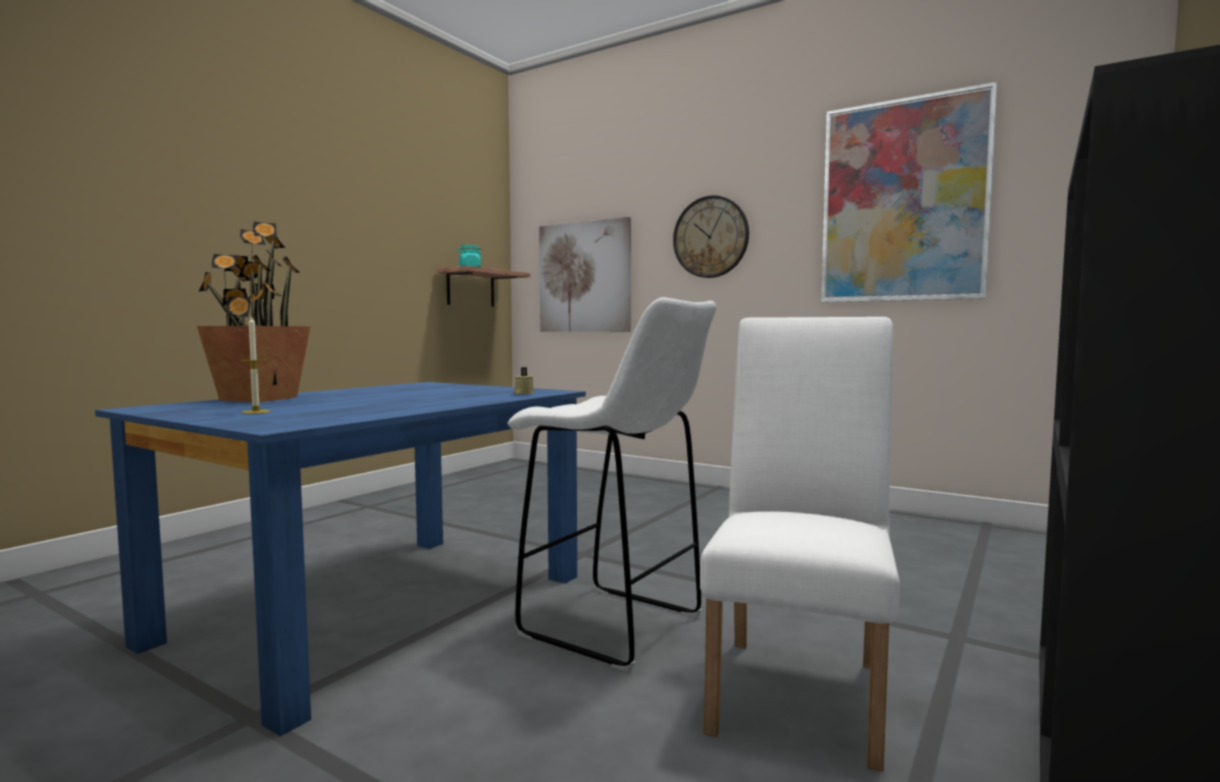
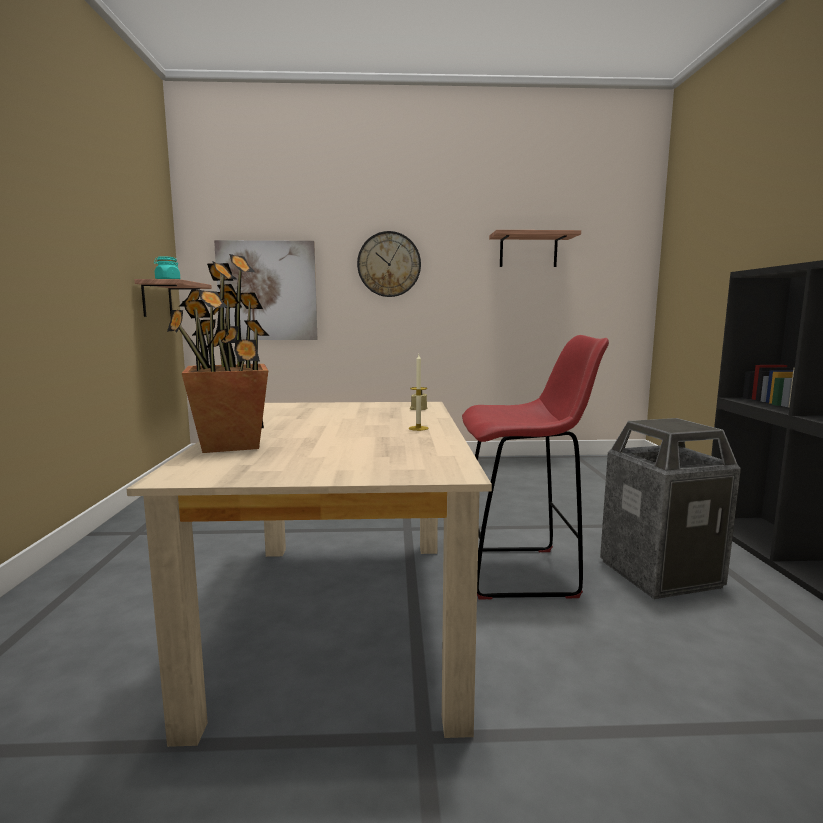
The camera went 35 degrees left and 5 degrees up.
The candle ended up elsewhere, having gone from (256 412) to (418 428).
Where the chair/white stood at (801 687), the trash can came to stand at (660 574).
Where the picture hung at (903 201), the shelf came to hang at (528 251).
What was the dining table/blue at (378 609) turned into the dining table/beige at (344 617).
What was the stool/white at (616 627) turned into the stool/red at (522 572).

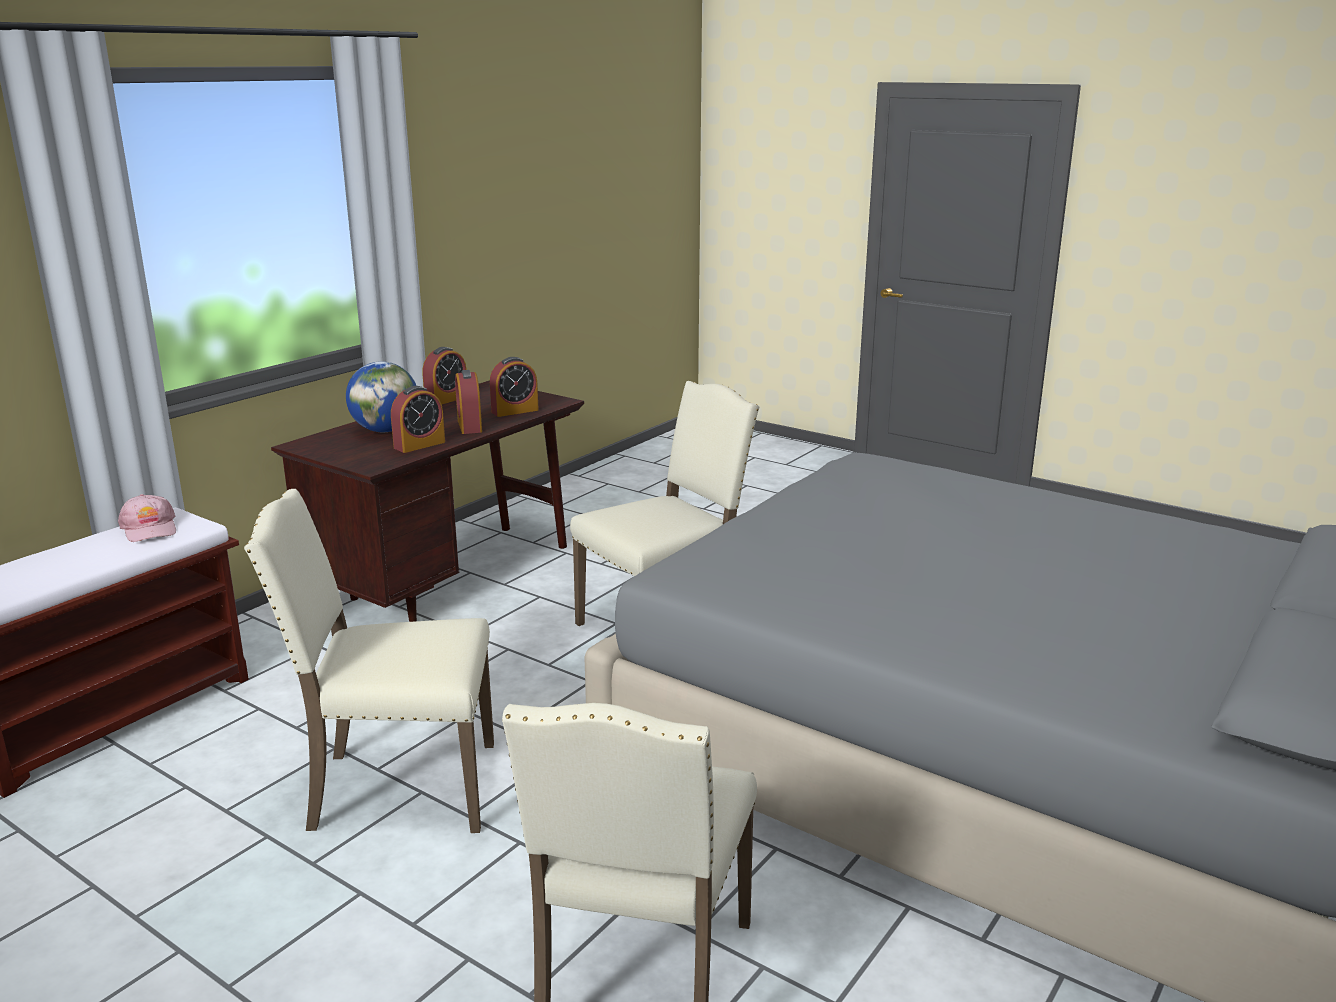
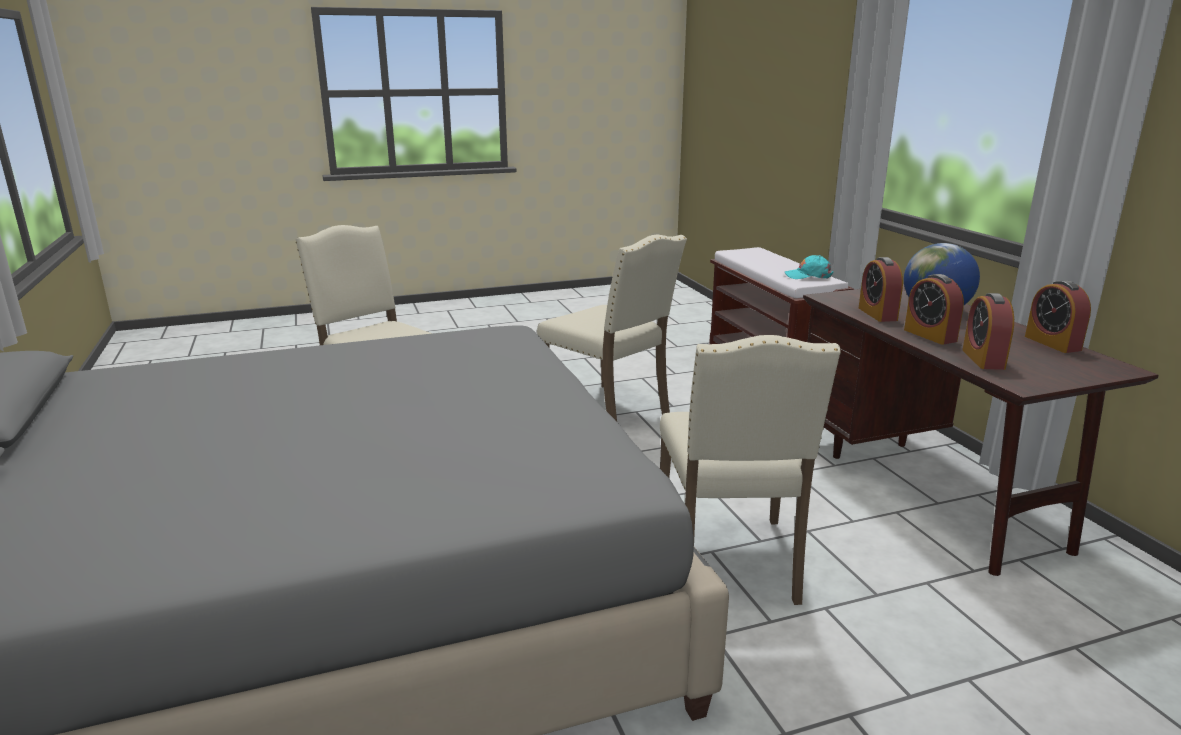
The camera went 125 degrees right and 0 degrees up.
What was the cap/pink at (149 528) turned into the cap/turquoise at (808 276).
The chair/beige at (399 788) ended up facing another way, 105 degrees clockwise from before.
The alarm clock at (469 426) ended up facing another way, 135 degrees counterclockwise from before.

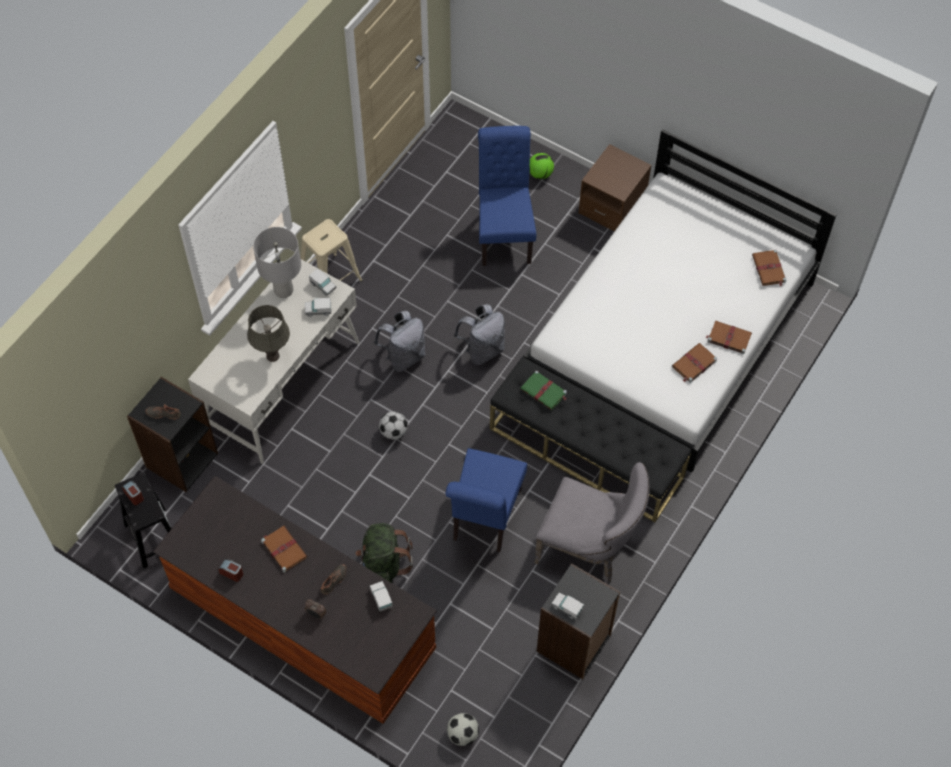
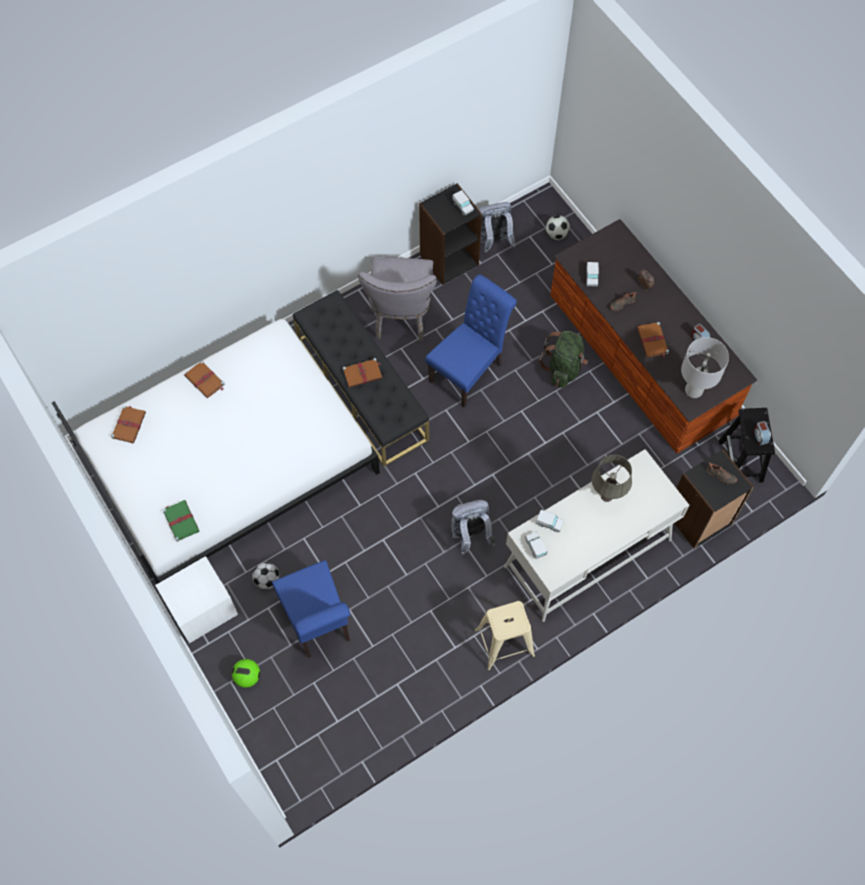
The camera went 155 degrees left and 5 degrees up.
The table lamp/grey ended up elsewhere, having gone from (283 290) to (694 391).
The football ended up elsewhere, having gone from (394 432) to (267 580).
The backpack/grey ended up elsewhere, having gone from (482 350) to (493 241).
The book/green ended up elsewhere, having gone from (544 392) to (180 520).
The book/brown ended up elsewhere, having gone from (693 364) to (363 373).
What was the nightstand/brown at (612 206) turned into the nightstand/white at (202 609).
The chair/blue at (504 233) ended up facing another way, 45 degrees counterclockwise from before.
The chair/grey at (589 549) ended up facing another way, 135 degrees counterclockwise from before.

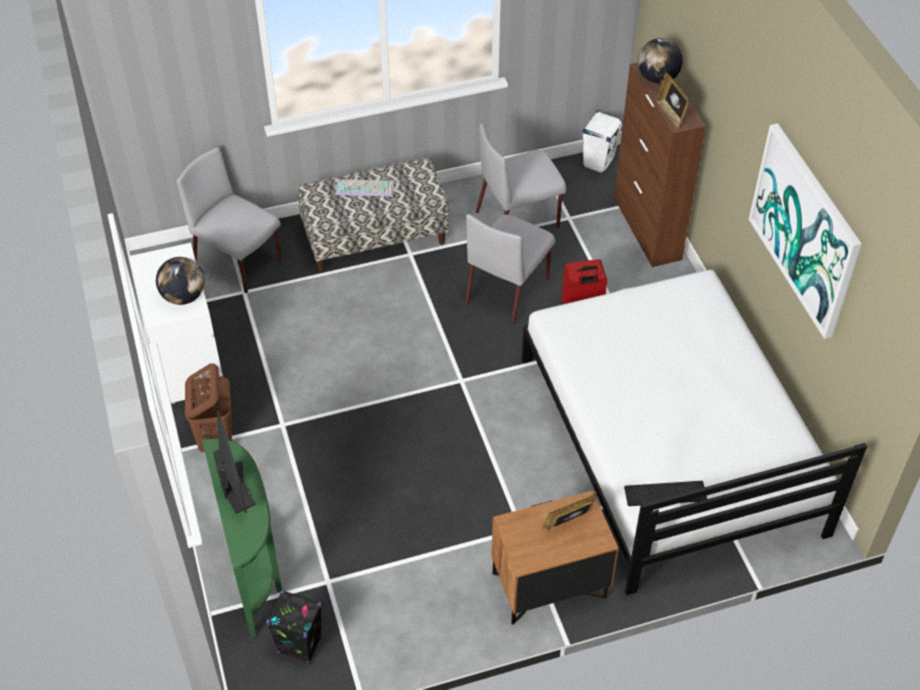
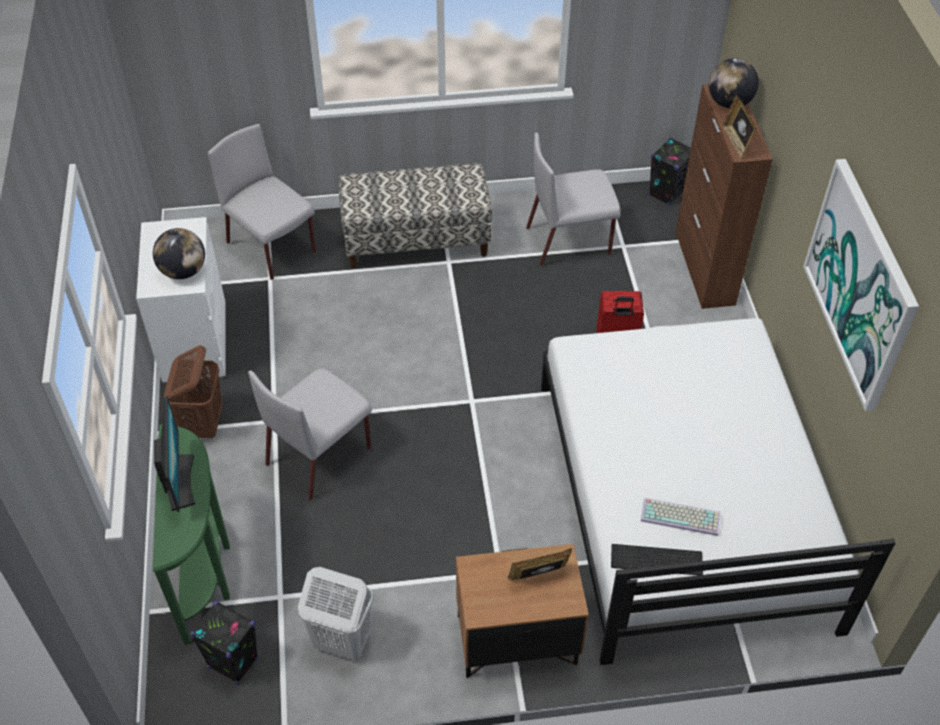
The camera went 10 degrees right and 0 degrees up.
The second view gained the laundry basket/white at (341 641).
The keyboard ended up elsewhere, having gone from (365 187) to (681 516).
The chair/grey ended up elsewhere, having gone from (508 290) to (320 454).
What was the speaker/white at (598 163) turned into the speaker/black at (666 193).

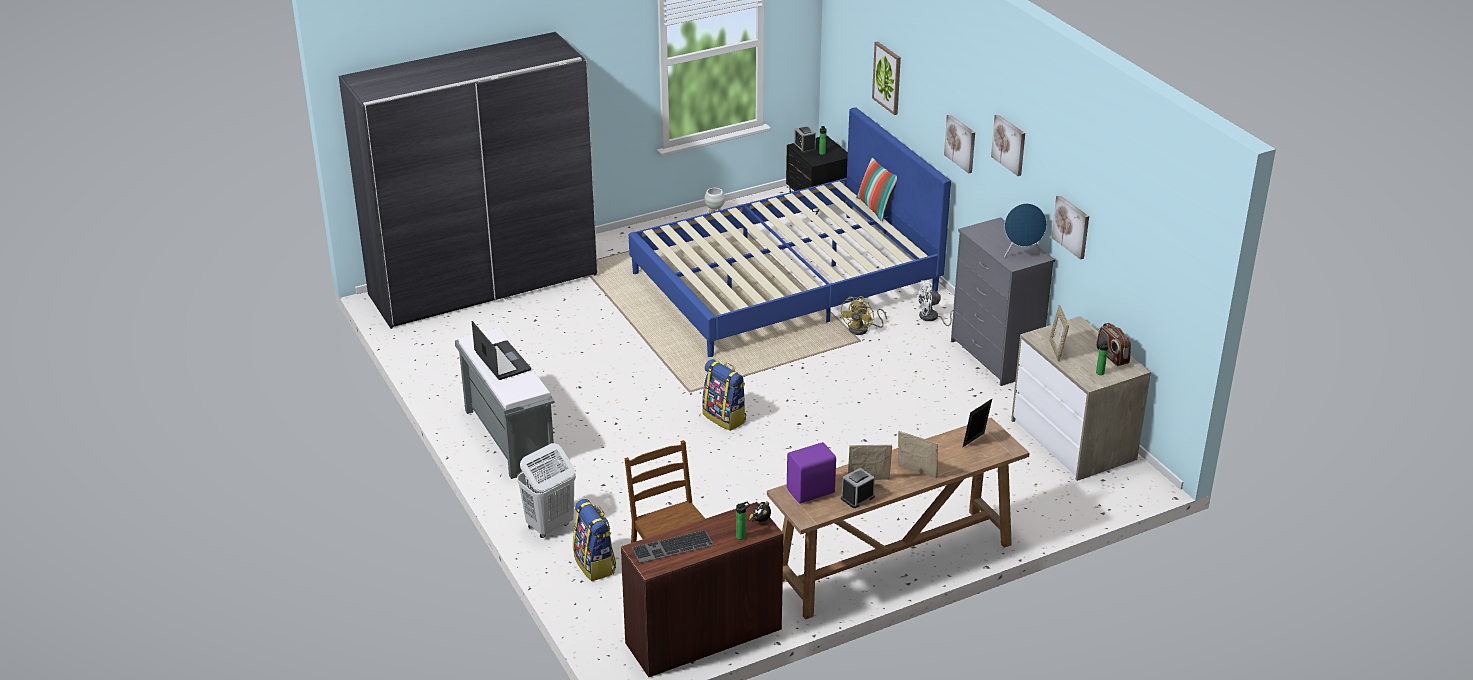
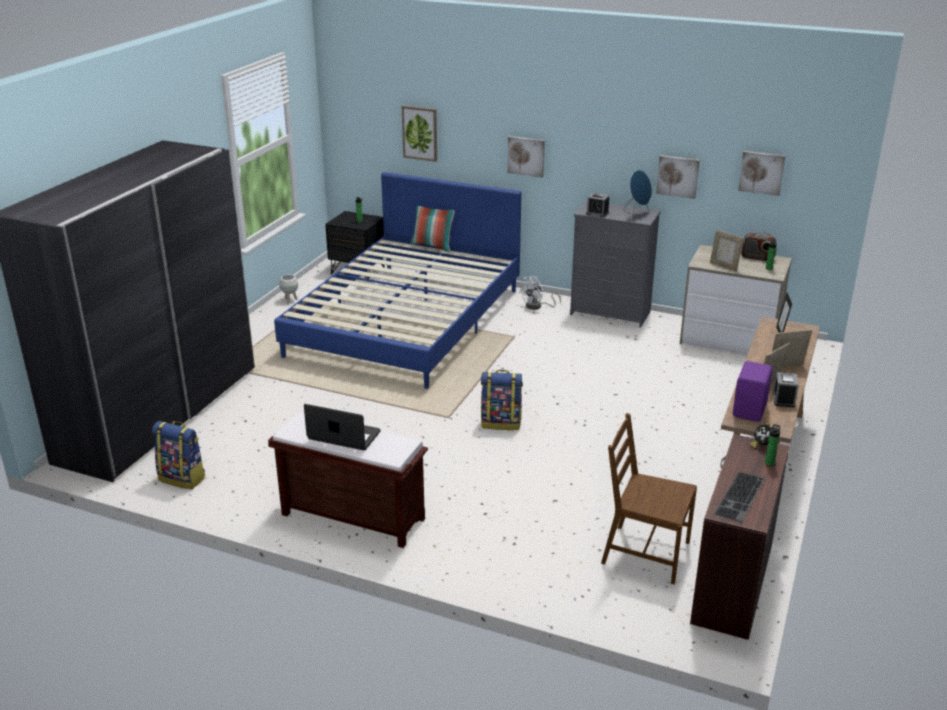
The camera went 40 degrees left and 5 degrees down.
The second view lost the laundry basket/white at (549 526).
The second view lost the fan/yellow at (862 329).
The backpack ended up elsewhere, having gone from (595 564) to (183 478).
The alarm clock ended up elsewhere, having gone from (804 147) to (597 213).
The picture ended up elsewhere, having gone from (1009 144) to (761 172).
What was the bench/grey at (508 437) turned into the bench/brown at (351 517).

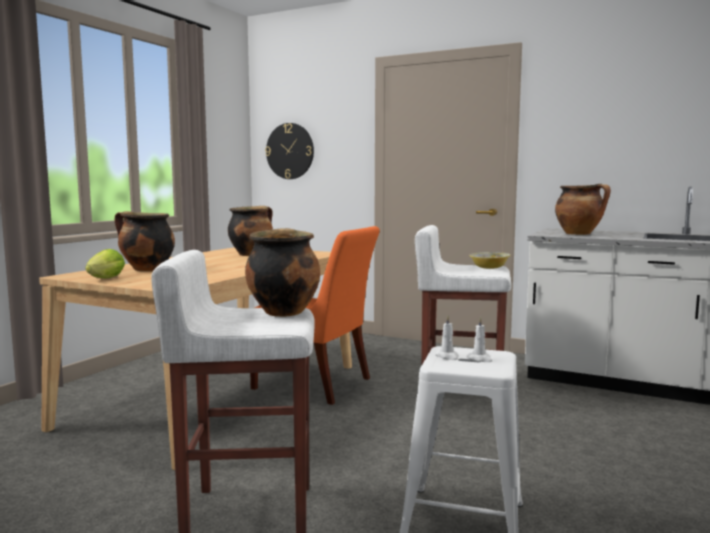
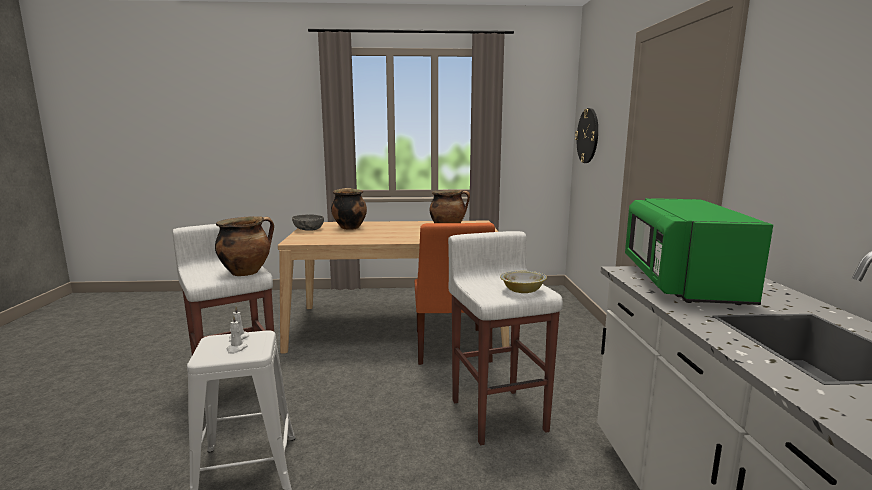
The camera went 60 degrees right and 5 degrees up.
Where the lettuce stood at (104 279), the bowl/grey came to stand at (308 229).
Where the cooking pot stood at (579 234), the microwave/green came to stand at (680 283).

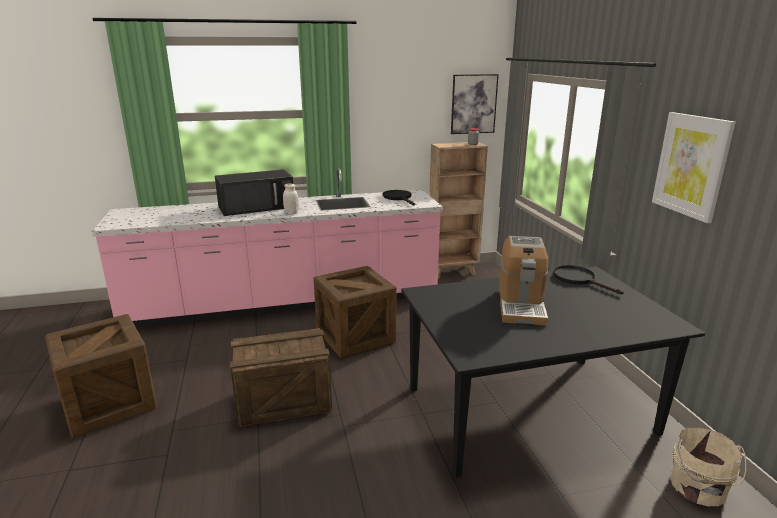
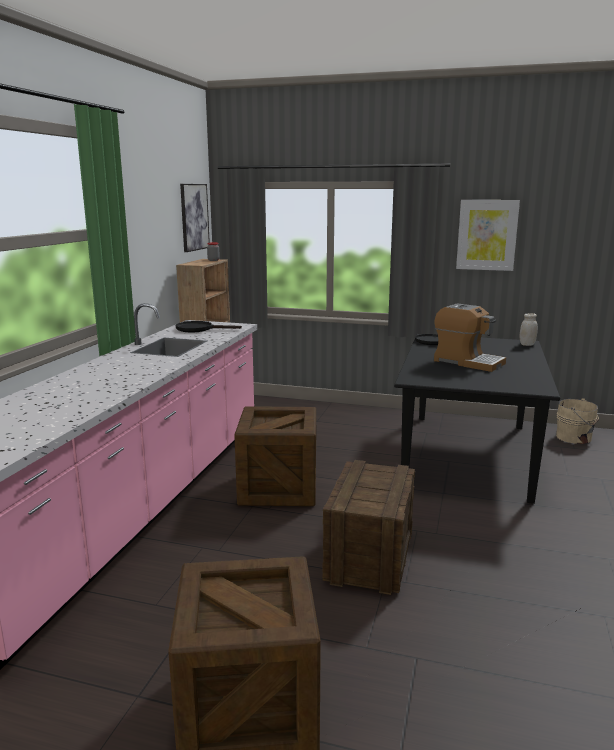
The camera went 60 degrees left and 5 degrees down.
The second view lost the microwave/black at (257 206).
The jar/white ended up elsewhere, having gone from (291 213) to (527 344).

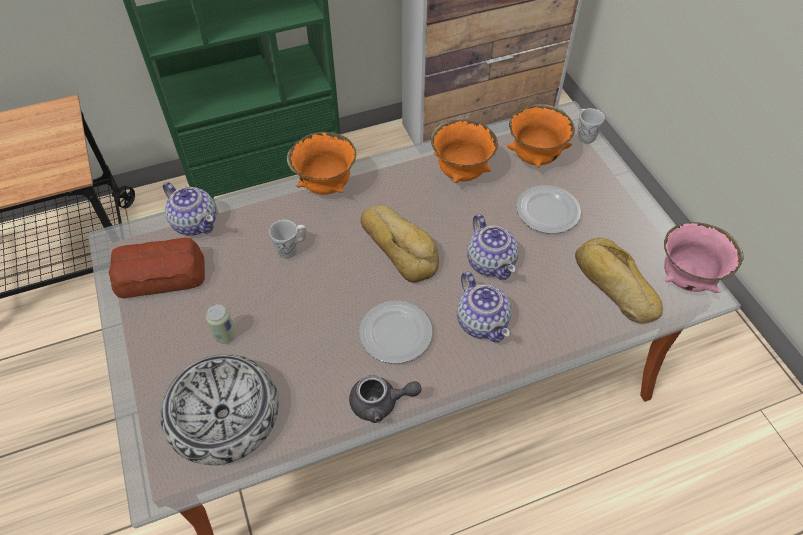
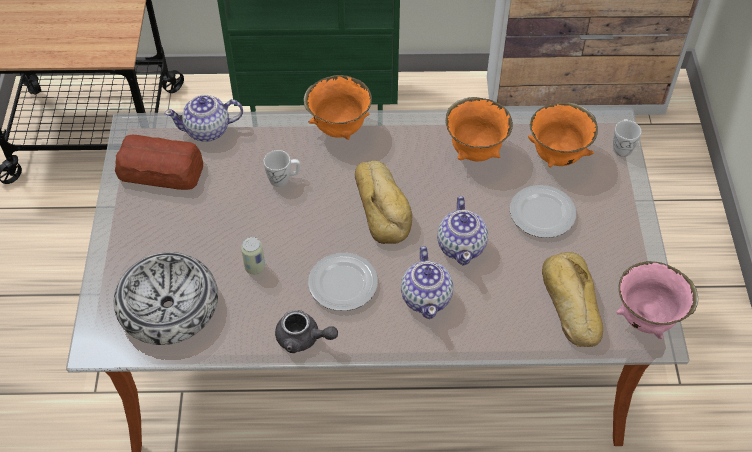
The camera went 20 degrees right and 0 degrees up.
The can ended up elsewhere, having gone from (225 335) to (255 267).
The teapot at (195 222) ended up facing another way, 105 degrees clockwise from before.

